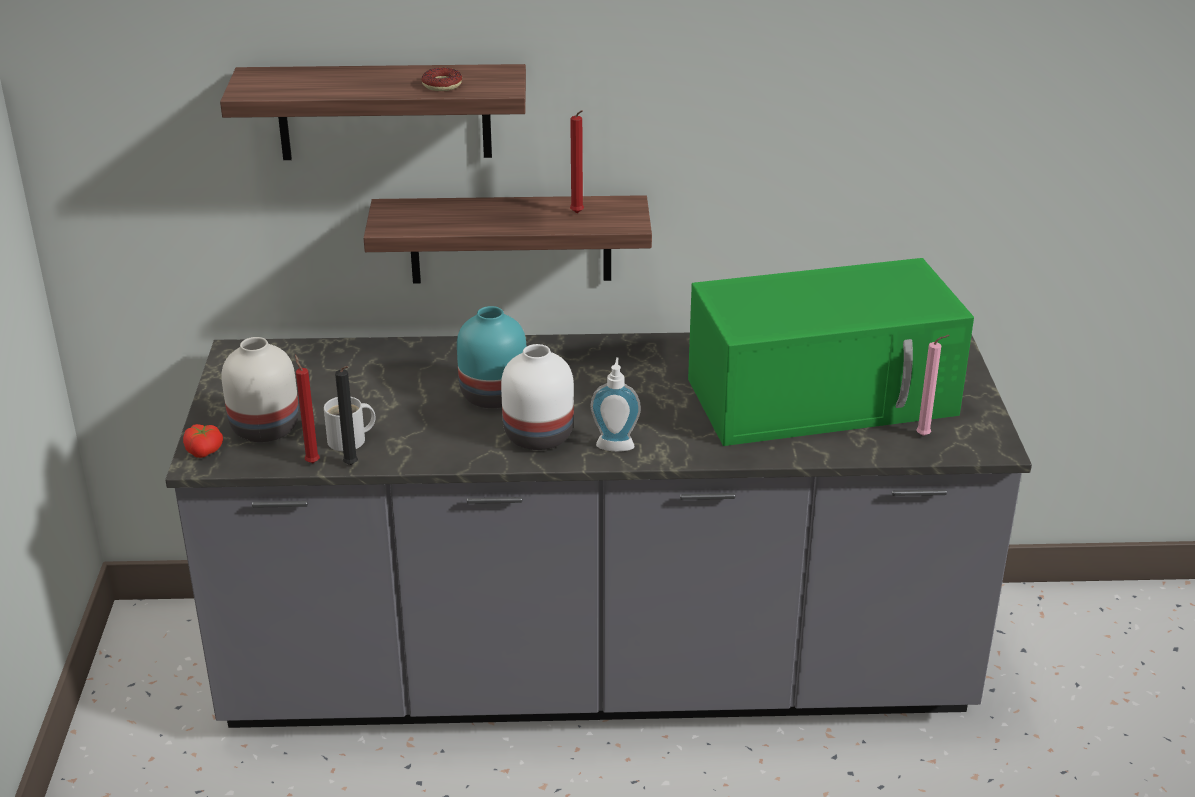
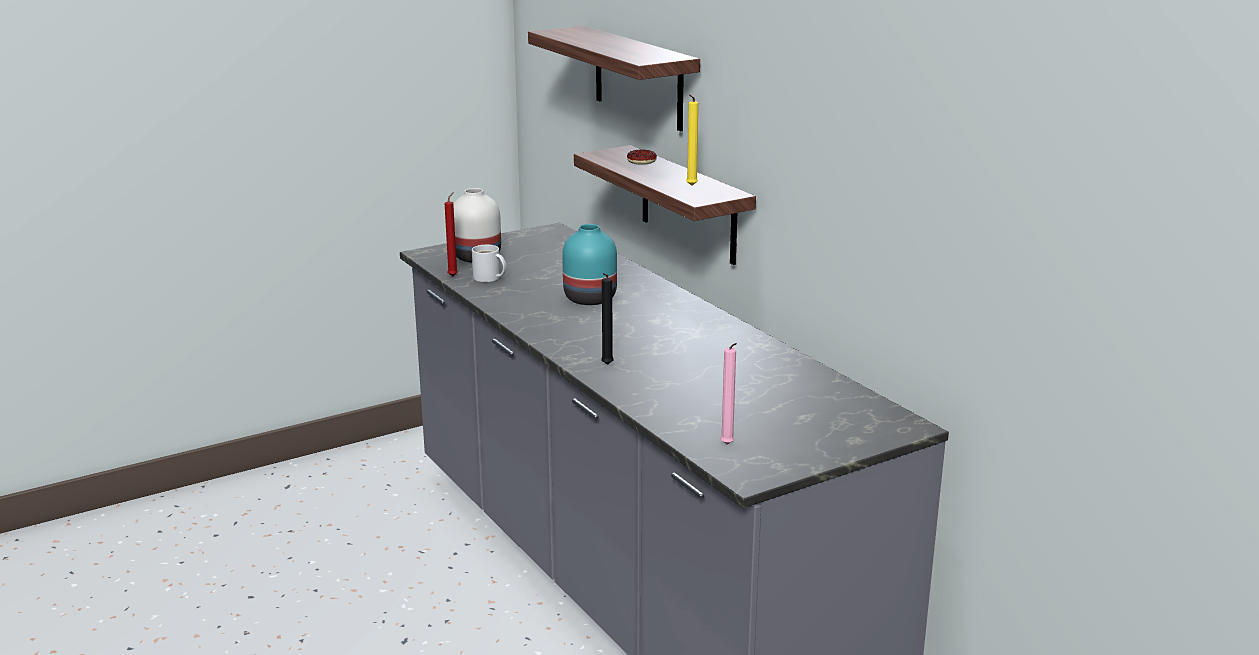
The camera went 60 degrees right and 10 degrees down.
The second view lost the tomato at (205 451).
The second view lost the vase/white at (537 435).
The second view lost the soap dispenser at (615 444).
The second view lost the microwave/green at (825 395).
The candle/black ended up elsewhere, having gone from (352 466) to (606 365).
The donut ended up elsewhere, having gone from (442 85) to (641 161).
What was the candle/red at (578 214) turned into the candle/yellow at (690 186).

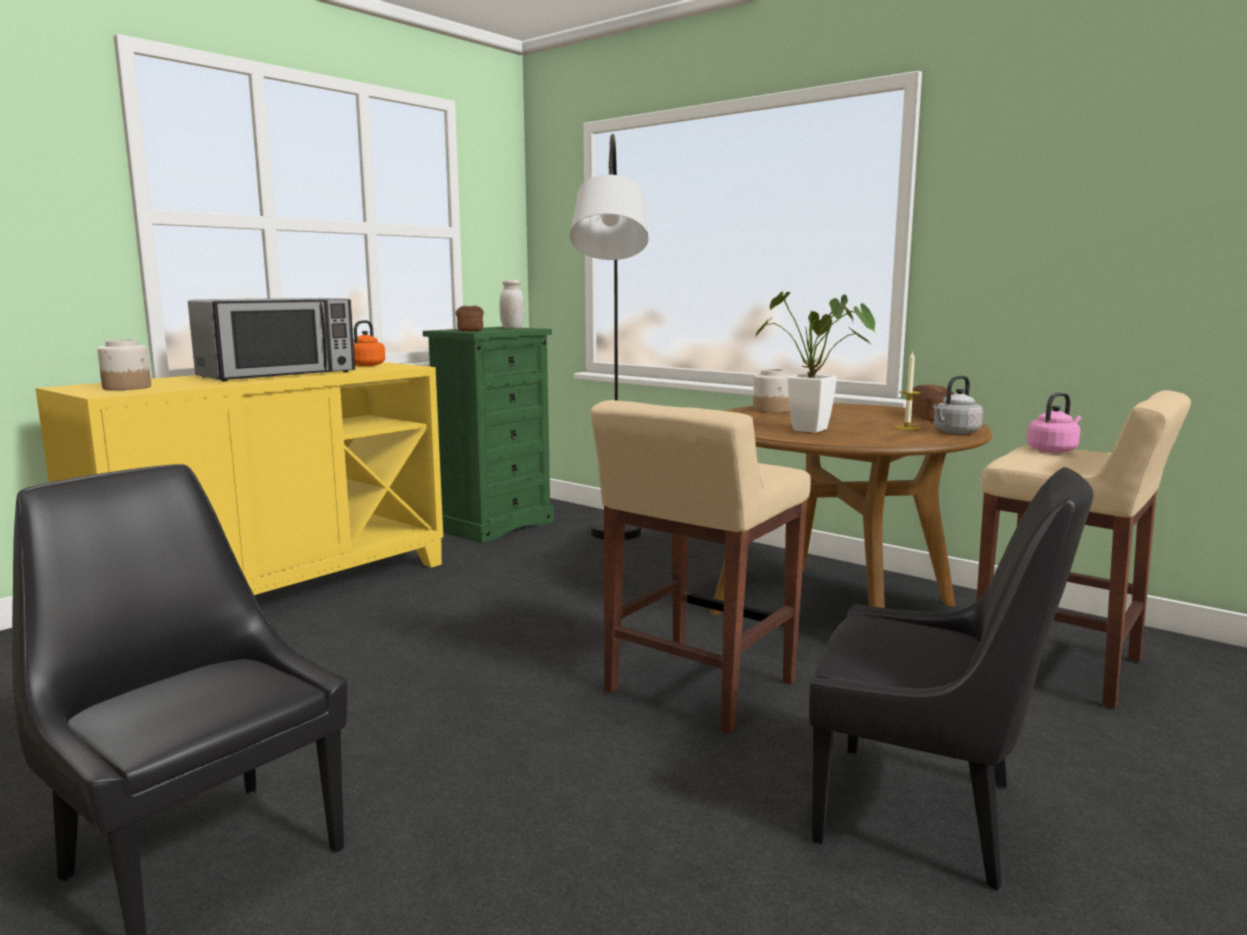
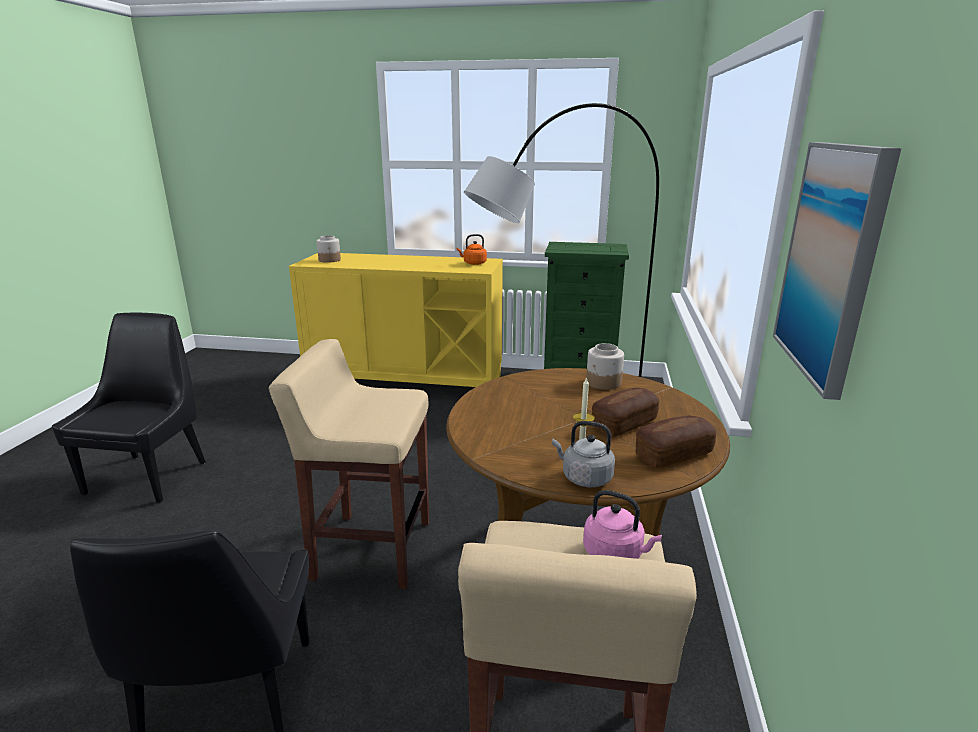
The camera went 60 degrees right and 10 degrees up.
The second view lost the microwave at (279 374).
The second view lost the jar/white at (512 328).
The second view lost the potted plant at (817 431).
The second view gained the picture at (831 262).
The bread ended up elsewhere, having gone from (470 330) to (624 424).

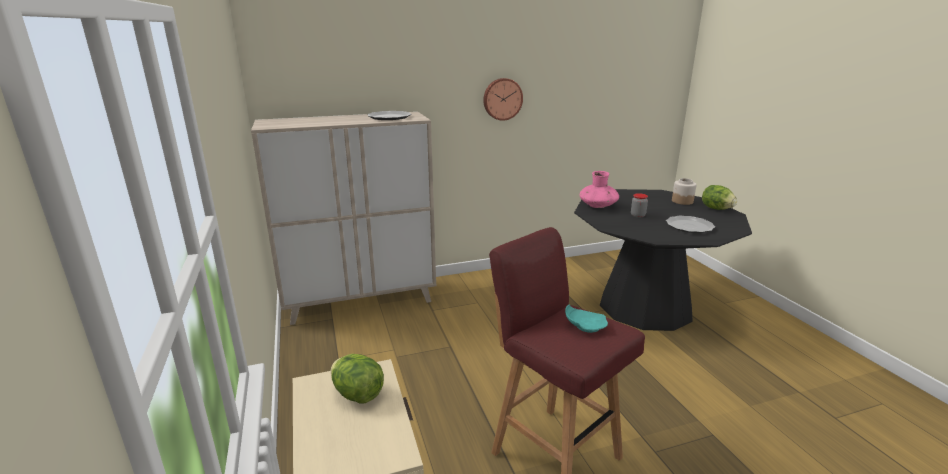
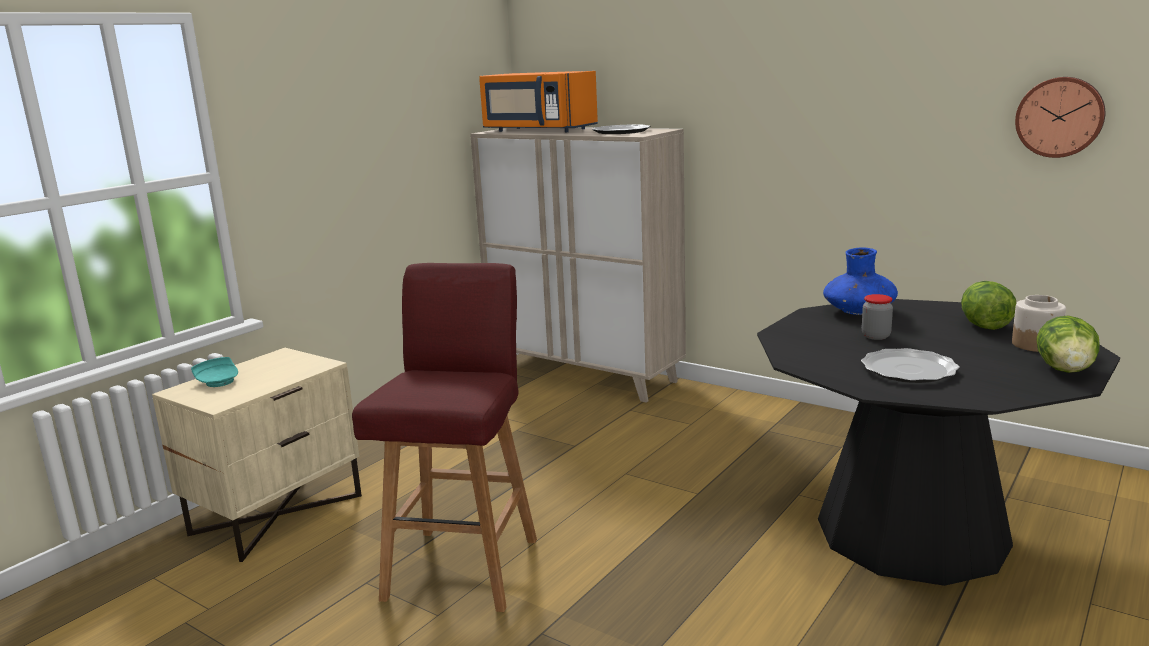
The camera went 55 degrees right and 5 degrees down.
The second view gained the microwave/orange at (537 130).
The lettuce ended up elsewhere, having gone from (358 394) to (984 326).
The wall clock ended up elsewhere, having gone from (502 99) to (1060 117).
The plate/turquoise ended up elsewhere, having gone from (584 326) to (219 381).
What was the vase/pink at (598 206) turned into the vase/blue at (858 311).

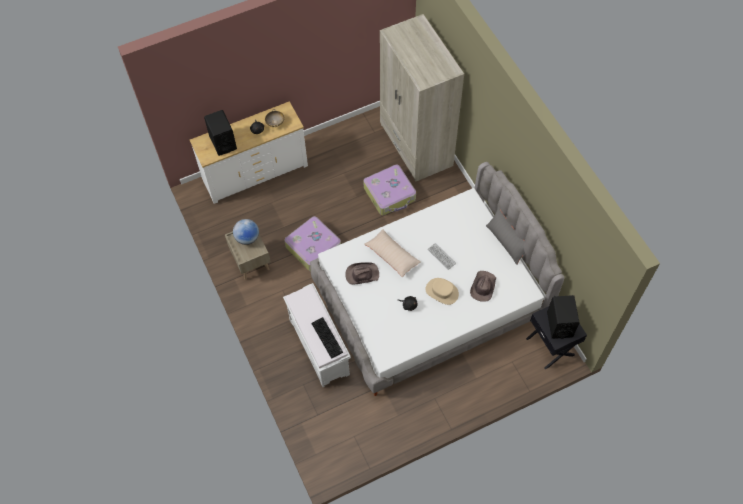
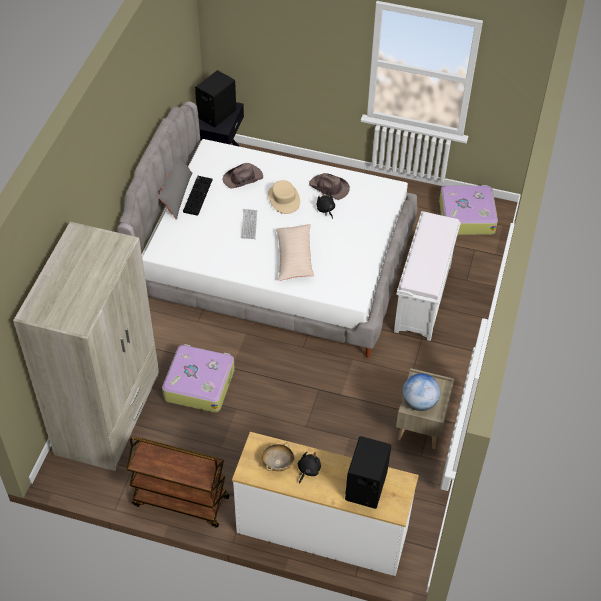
The camera went 140 degrees left and 10 degrees down.
The second view gained the cart/brown at (180 501).
The suitcase ended up elsewhere, having gone from (314 247) to (466 216).
The keyboard ended up elsewhere, having gone from (328 338) to (197 195).
The hat/brown ended up elsewhere, having gone from (361 274) to (329 188).

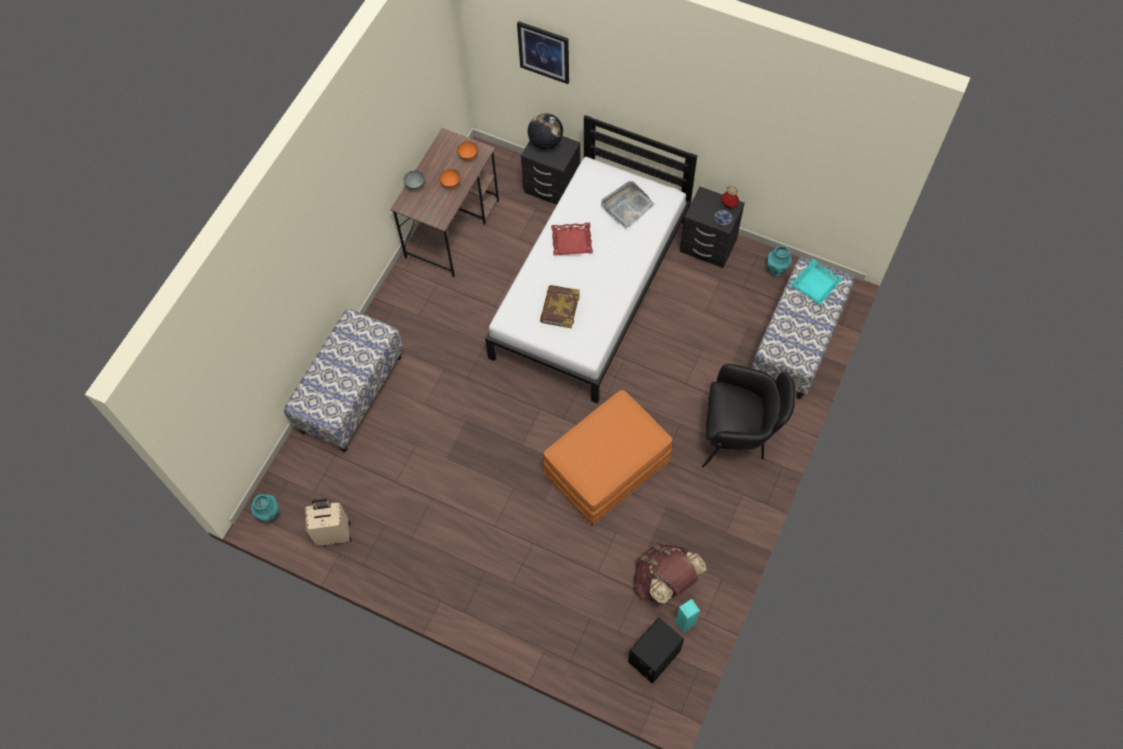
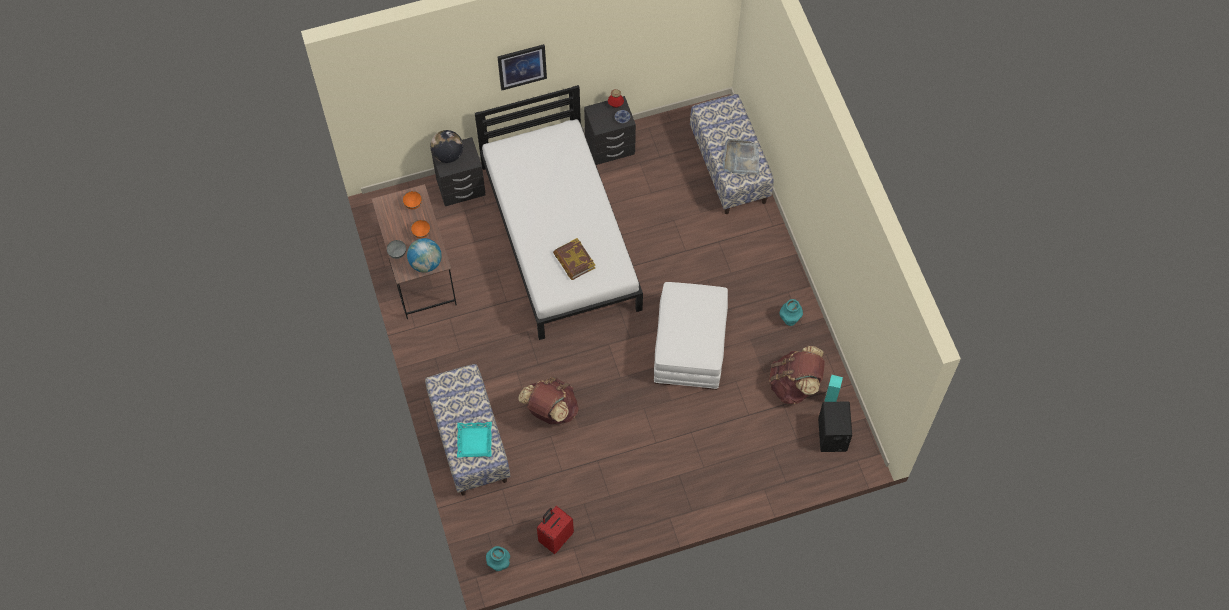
The camera went 45 degrees left and 0 degrees up.
The second view lost the tray/red at (572 241).
The second view lost the armchair/black at (738 436).
The second view gained the globe at (426 263).
The second view gained the backpack/brown at (550 410).
The picture ended up elsewhere, having gone from (544 52) to (522 66).
The tray/grey ended up elsewhere, having gone from (627 206) to (741 159).
The vase/turquoise ended up elsewhere, having gone from (776 270) to (789 320).
The tray/turquoise ended up elsewhere, having gone from (815 284) to (475 441).
What was the suitcase/beige at (334 533) turned into the suitcase/red at (555 538).
What was the ottoman/orange at (606 468) turned into the ottoman/white at (690 346).

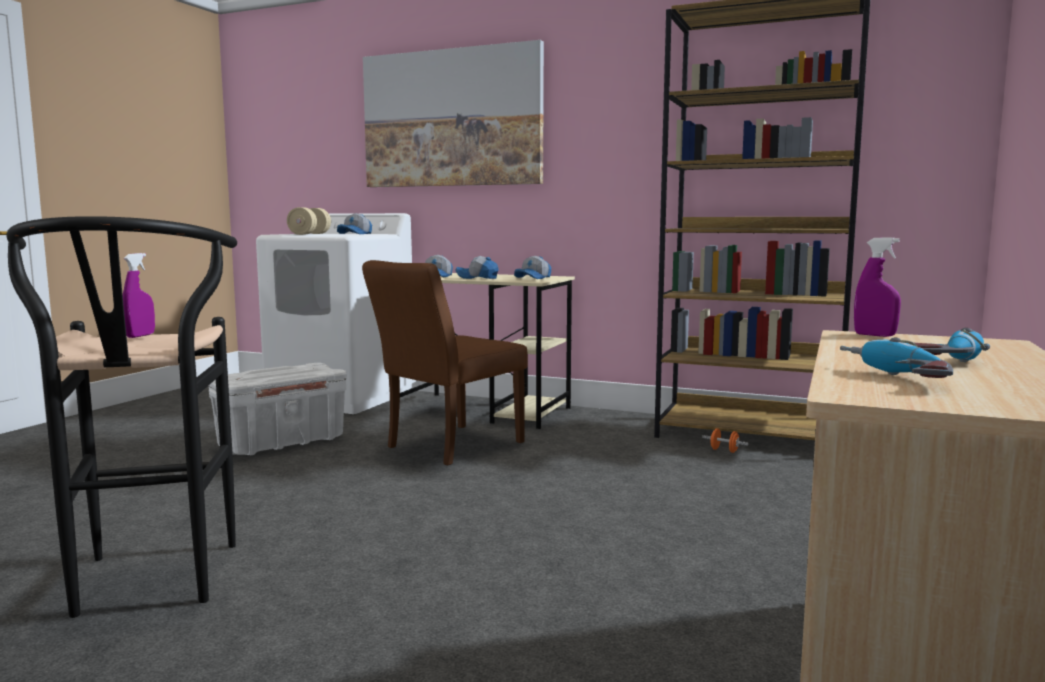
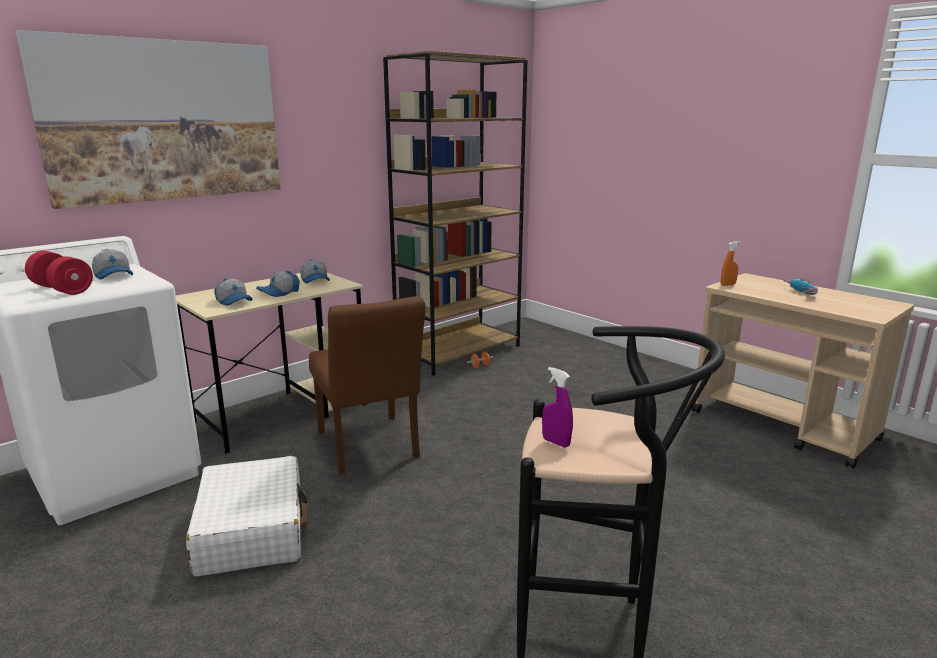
The camera went 65 degrees left and 10 degrees up.
The second view lost the power drill at (891 378).
Where the storage box/white stood at (282 442), the suitcase/white came to stand at (252 530).
What was the dumbbell/beige at (310 234) turned into the dumbbell/red at (62 289).
What was the spray bottle/purple at (874 335) turned into the spray bottle/orange at (728 285).

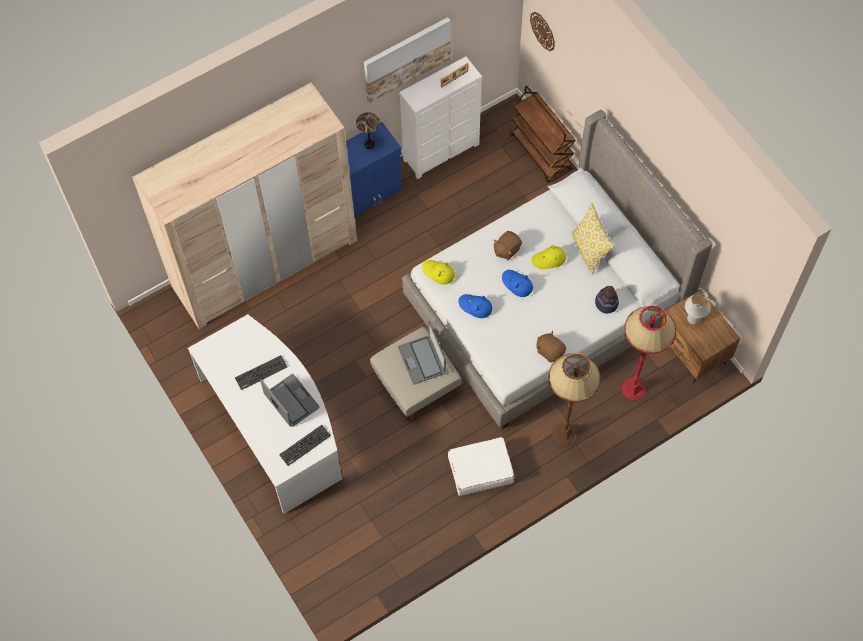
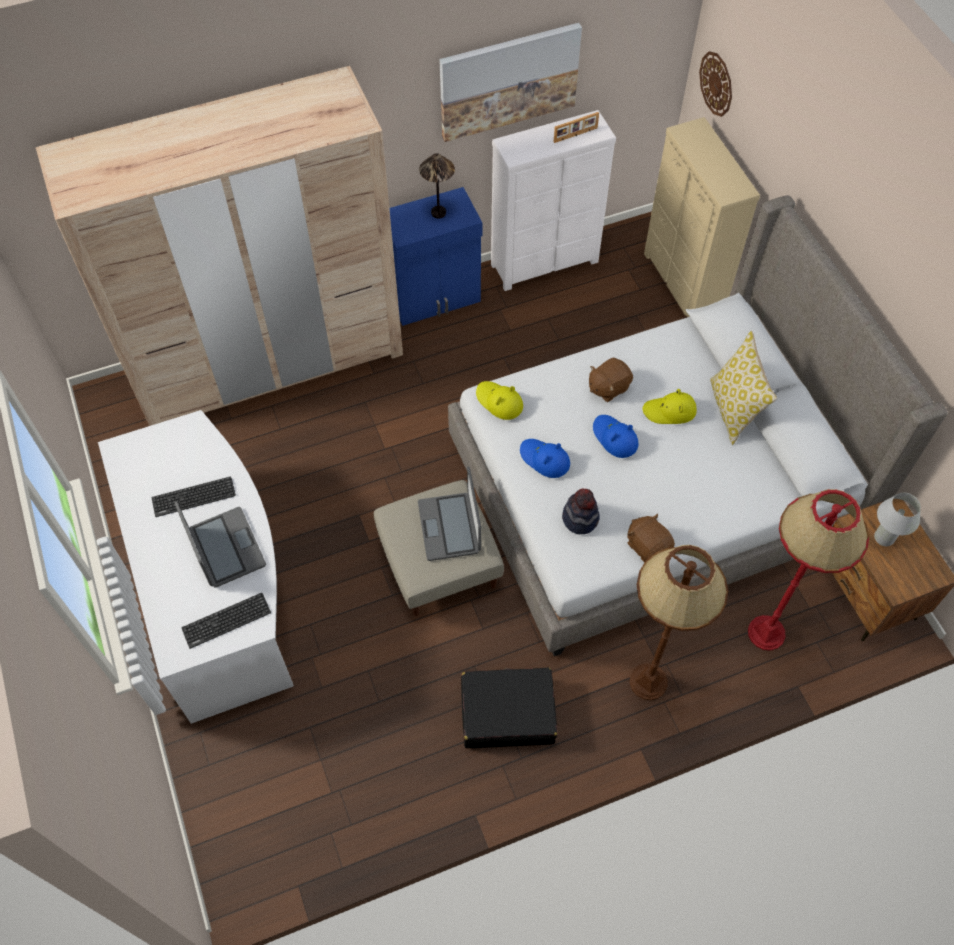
The camera went 10 degrees right and 5 degrees down.
The hat ended up elsewhere, having gone from (606 303) to (580 518).
Where the cart/brown stood at (541 152), the dresser/beige came to stand at (682 285).
What was the suitcase/white at (480 470) turned into the suitcase/black at (507 713).

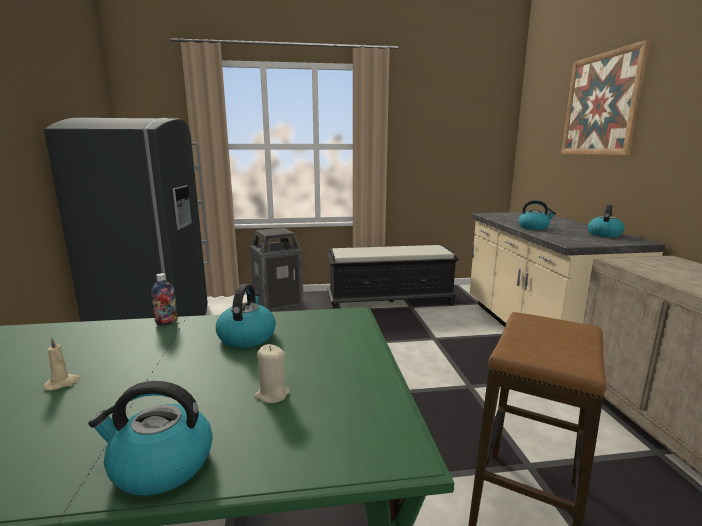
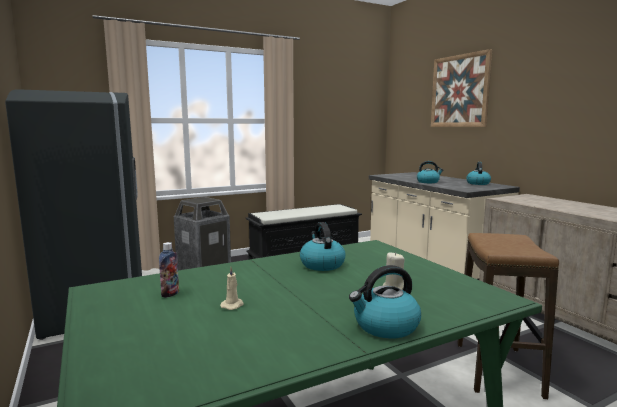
The camera went 20 degrees left and 5 degrees down.
The bottle ended up elsewhere, having gone from (167 323) to (170 294).

